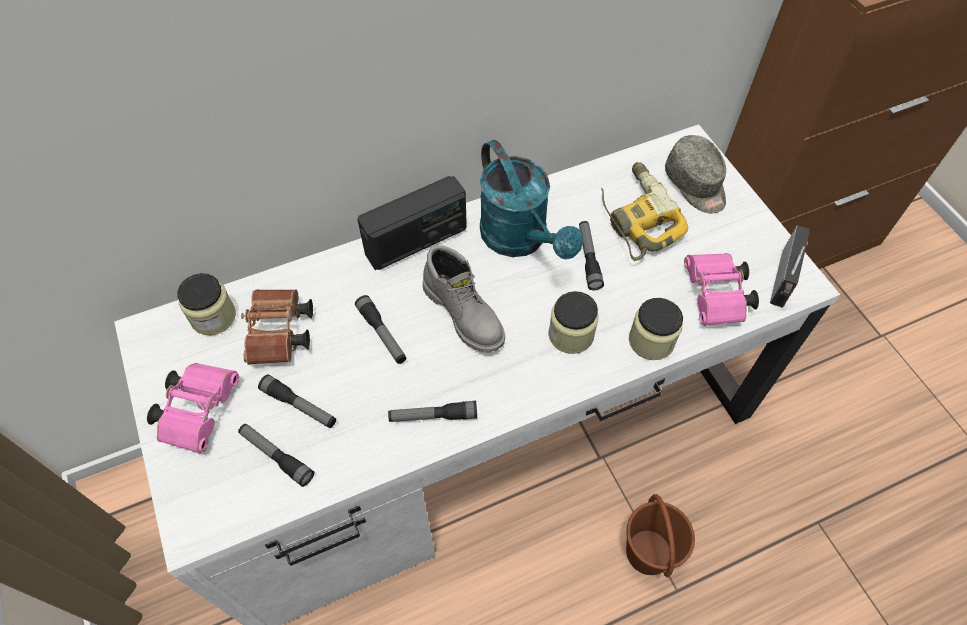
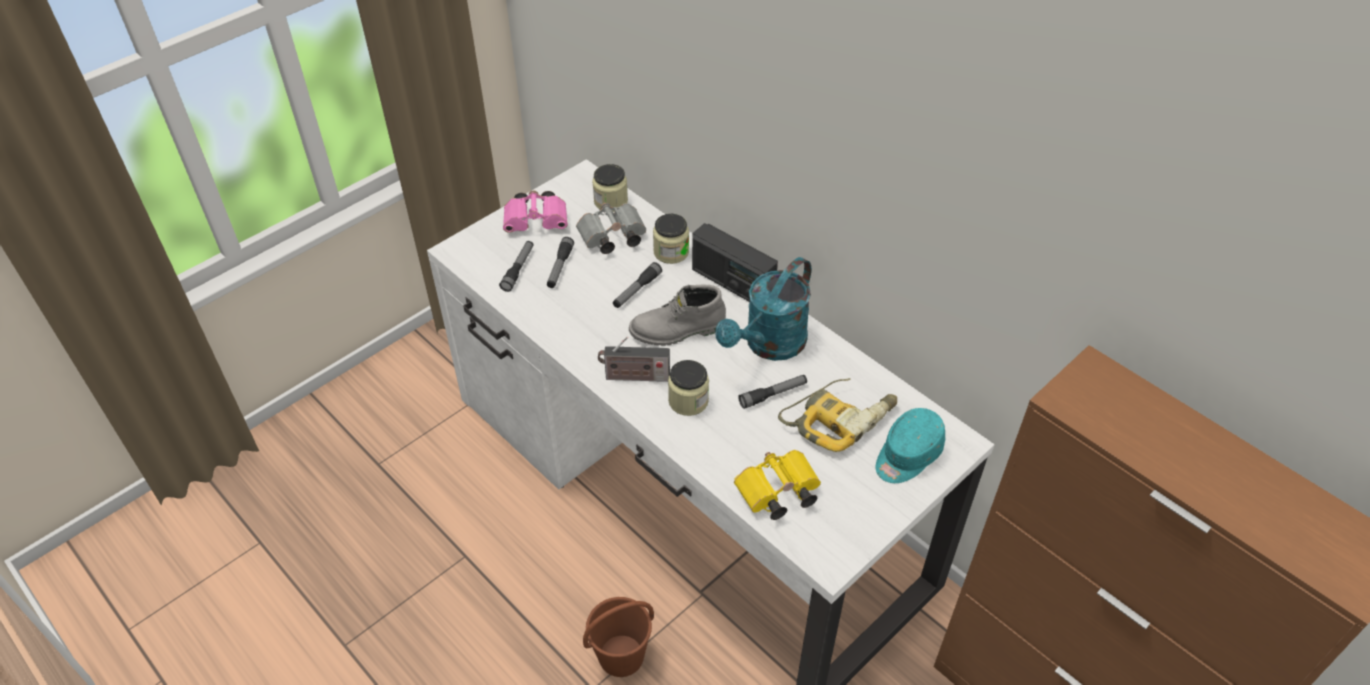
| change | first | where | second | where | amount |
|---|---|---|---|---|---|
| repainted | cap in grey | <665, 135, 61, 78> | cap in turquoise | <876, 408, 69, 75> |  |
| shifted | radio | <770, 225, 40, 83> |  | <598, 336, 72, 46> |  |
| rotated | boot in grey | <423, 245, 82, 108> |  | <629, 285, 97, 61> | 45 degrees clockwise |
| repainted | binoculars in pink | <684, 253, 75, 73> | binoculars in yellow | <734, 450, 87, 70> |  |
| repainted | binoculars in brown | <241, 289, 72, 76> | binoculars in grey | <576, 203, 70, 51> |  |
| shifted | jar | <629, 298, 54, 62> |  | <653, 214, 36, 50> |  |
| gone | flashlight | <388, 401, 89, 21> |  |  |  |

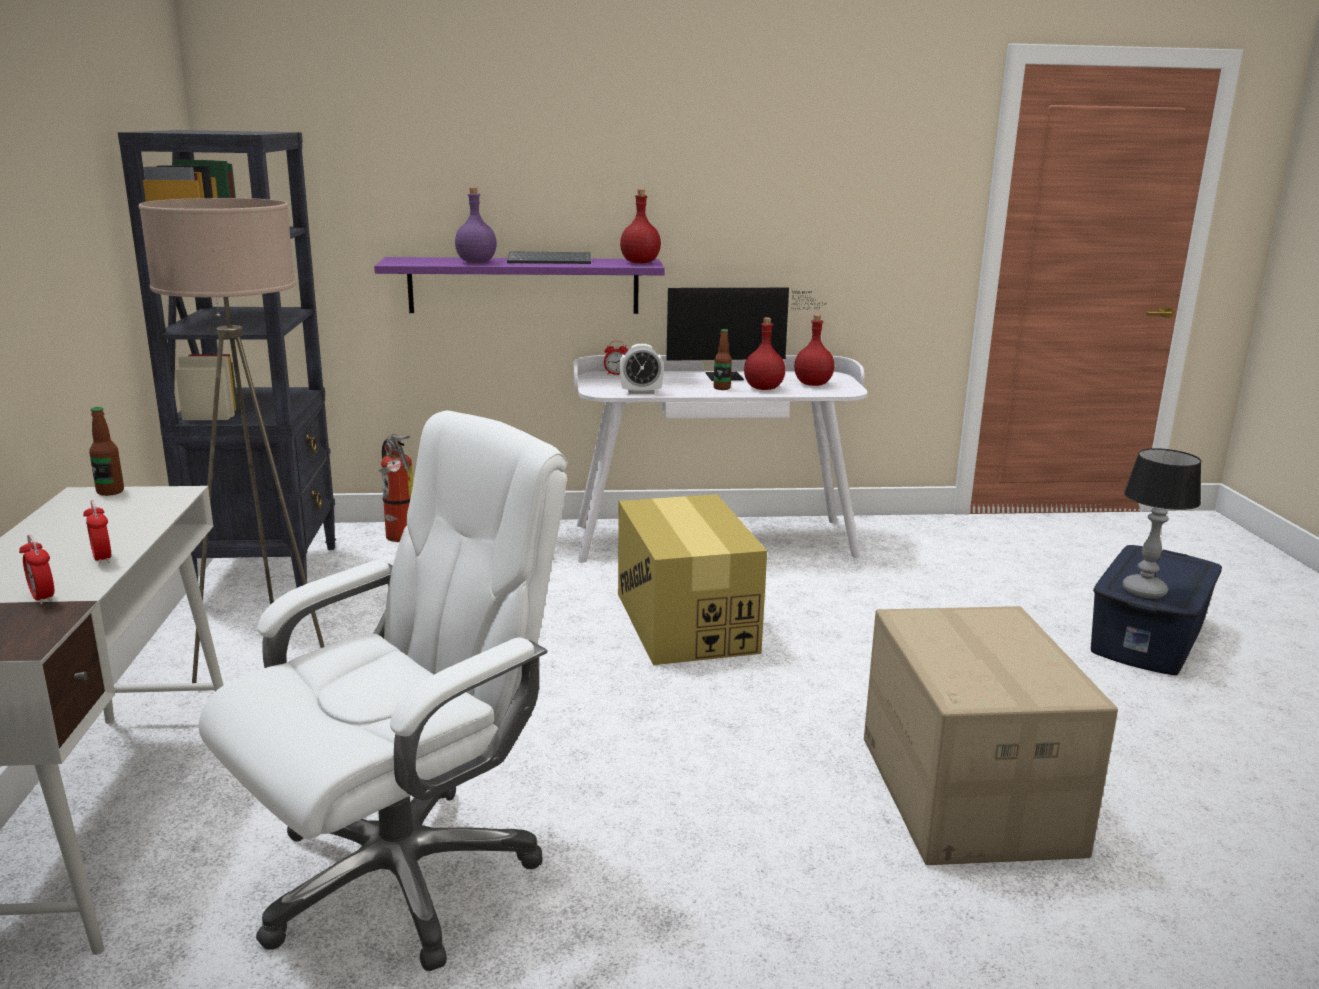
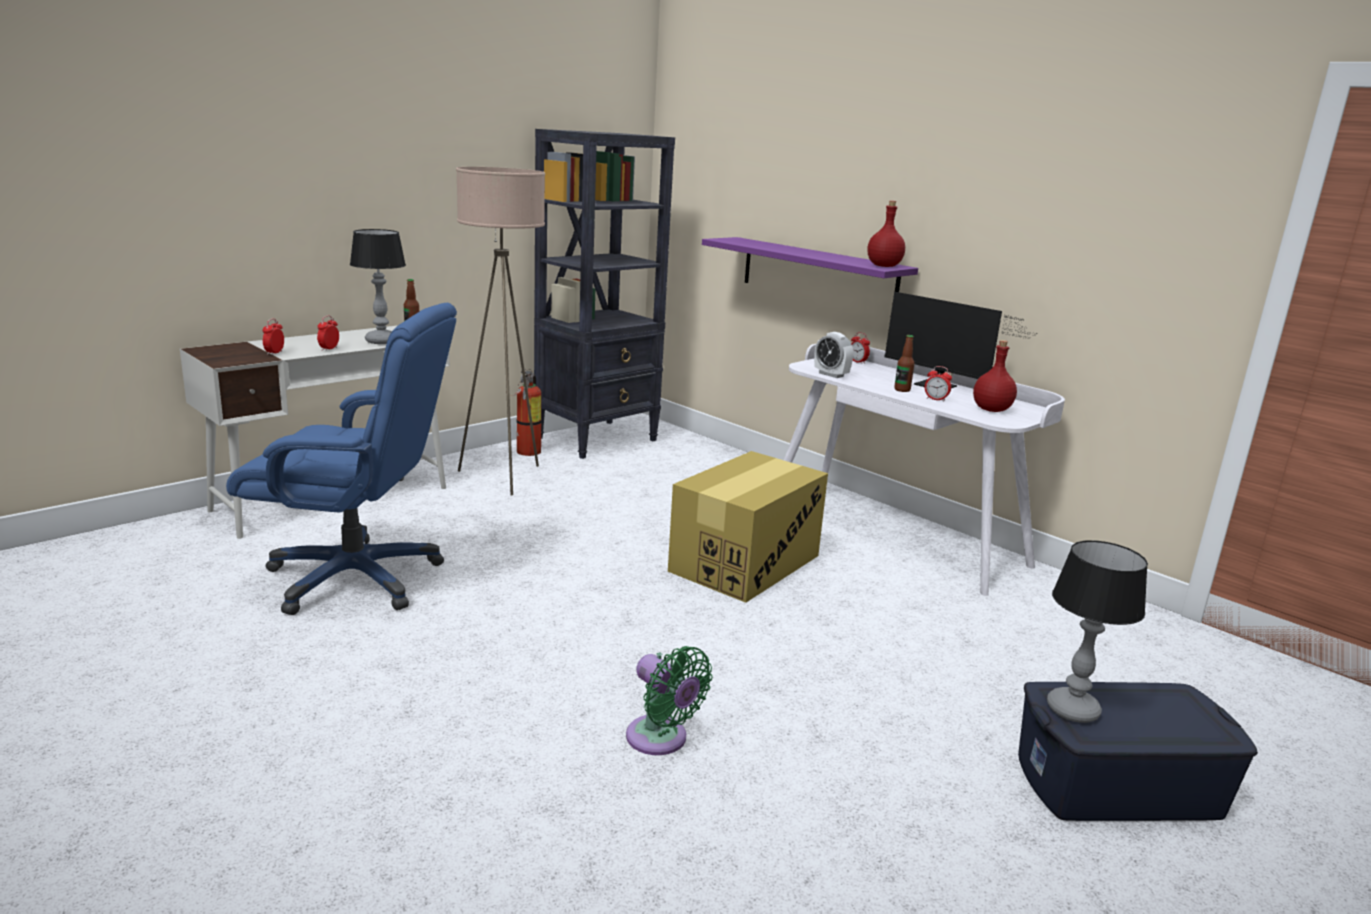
| change | first | where | second | where | amount |
|---|---|---|---|---|---|
| gone | bottle in purple | <455, 188, 42, 75> |  |  |  |
| gone | keyboard | <507, 251, 84, 13> |  |  |  |
| swapped | bottle in red | <744, 317, 41, 73> | alarm clock | <925, 366, 27, 36> |  |
| repainted | office chair in white | <198, 410, 369, 562> | office chair in blue | <226, 303, 231, 312> |  |
| shifted | fire extinguisher | <379, 434, 34, 108> |  | <506, 369, 36, 87> |  |
| swapped | cardboard box | <864, 606, 254, 259> | fan in green | <626, 646, 87, 109> |  |
| new |  |  | table lamp | <350, 229, 56, 115> |  |

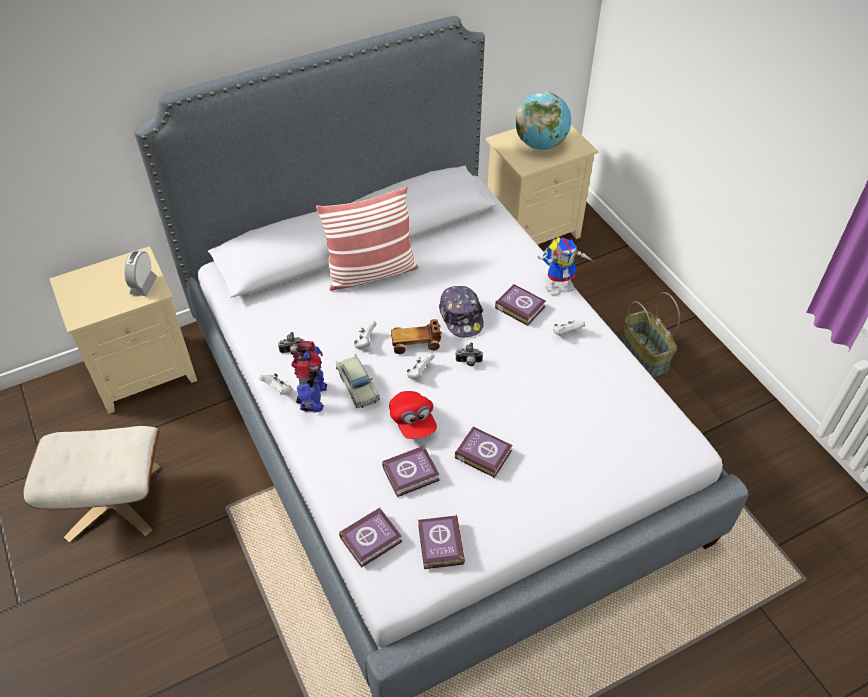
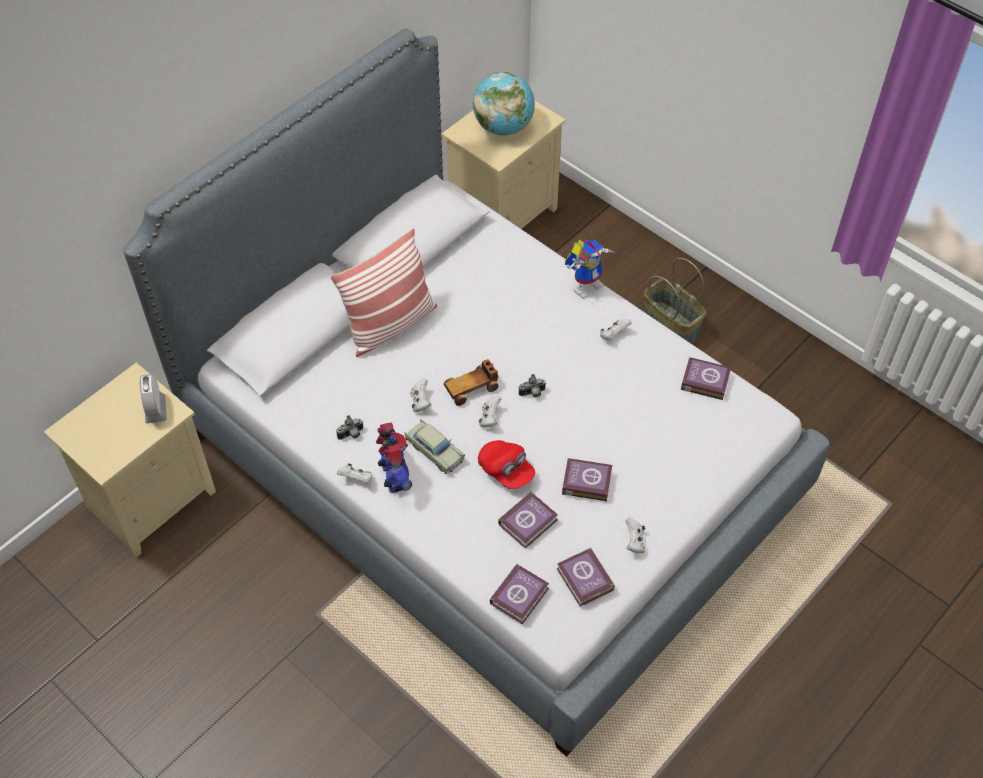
| change | first | where | second | where | amount |
|---|---|---|---|---|---|
| shifted | book | <495, 284, 51, 42> |  | <681, 357, 50, 43> |  |
| gone | cap | <439, 286, 45, 51> |  |  |  |
| gone | ottoman in beige | <23, 426, 138, 117> |  |  |  |
| new |  |  | game controller in white | <625, 518, 21, 35> |  |

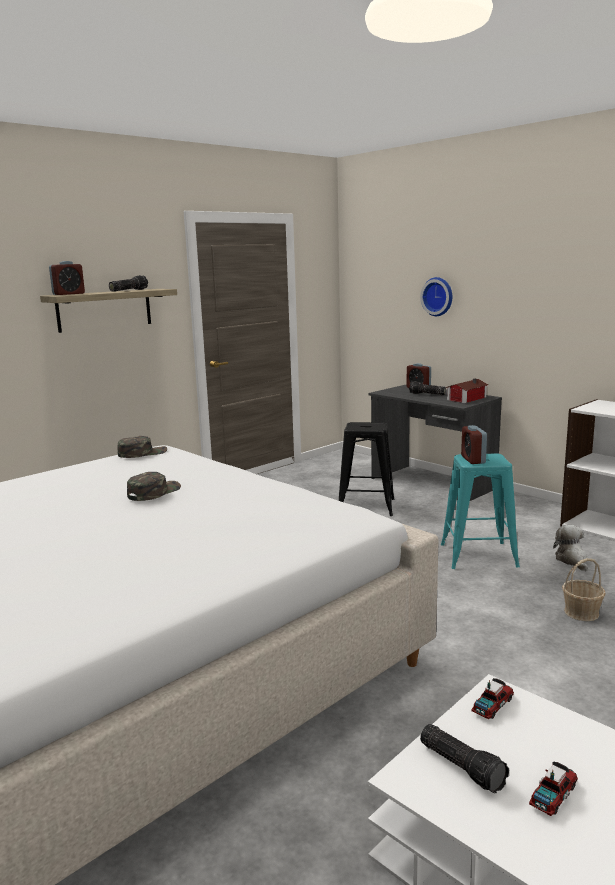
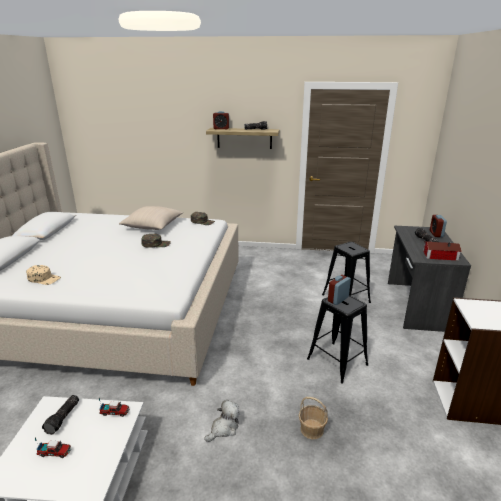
| change | first | where | second | where | amount |
|---|---|---|---|---|---|
| gone | wall clock | <420, 277, 32, 39> |  |  |  |
| repainted | stool in turquoise | <441, 453, 79, 116> | stool in black | <307, 295, 61, 88> |  |
| shifted | plush toy | <553, 525, 35, 46> |  | <204, 400, 36, 42> |  |
| new |  |  | pillow in beige | <119, 206, 64, 24> |  |
| new |  |  | cap in beige | <26, 265, 35, 20> |  |

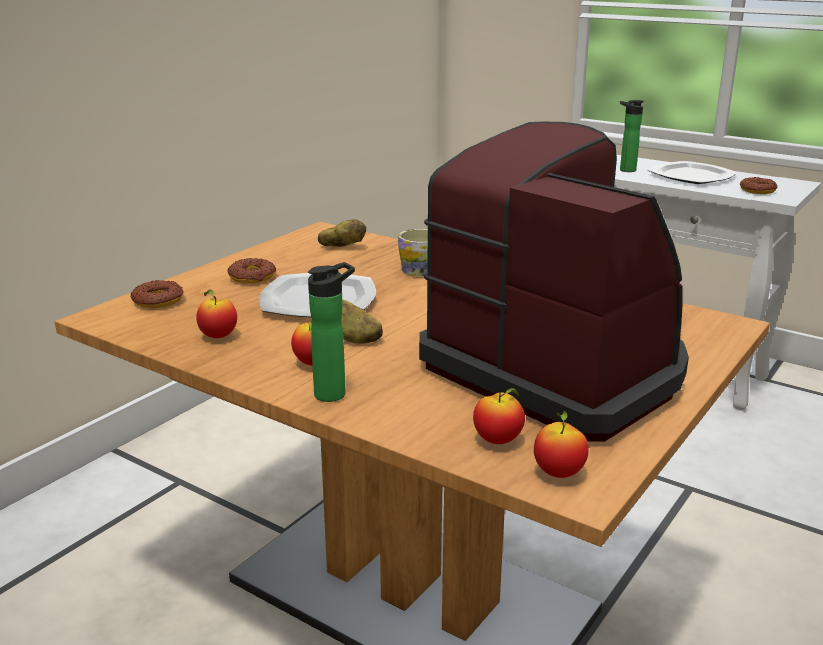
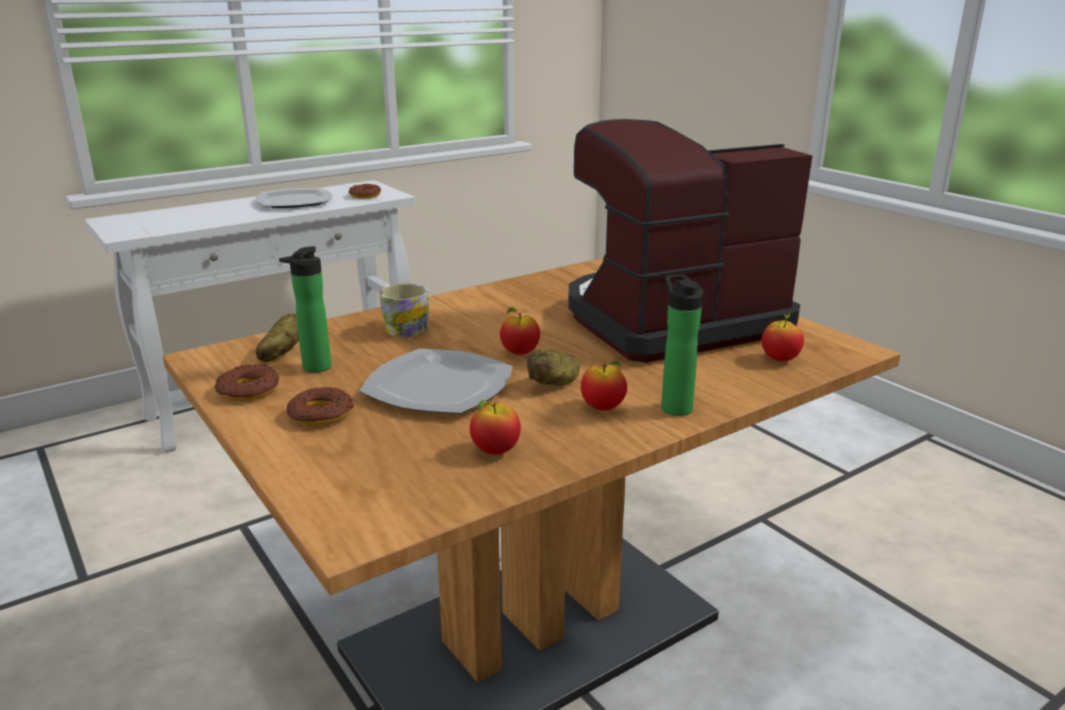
| change | first | where | second | where | amount |
|---|---|---|---|---|---|
| shifted | bottle | <620, 100, 24, 72> |  | <279, 246, 52, 127> |  |
| shifted | donut | <130, 280, 53, 28> |  | <215, 365, 64, 36> |  |
| shifted | apple | <534, 411, 55, 67> |  | <500, 307, 40, 48> |  |

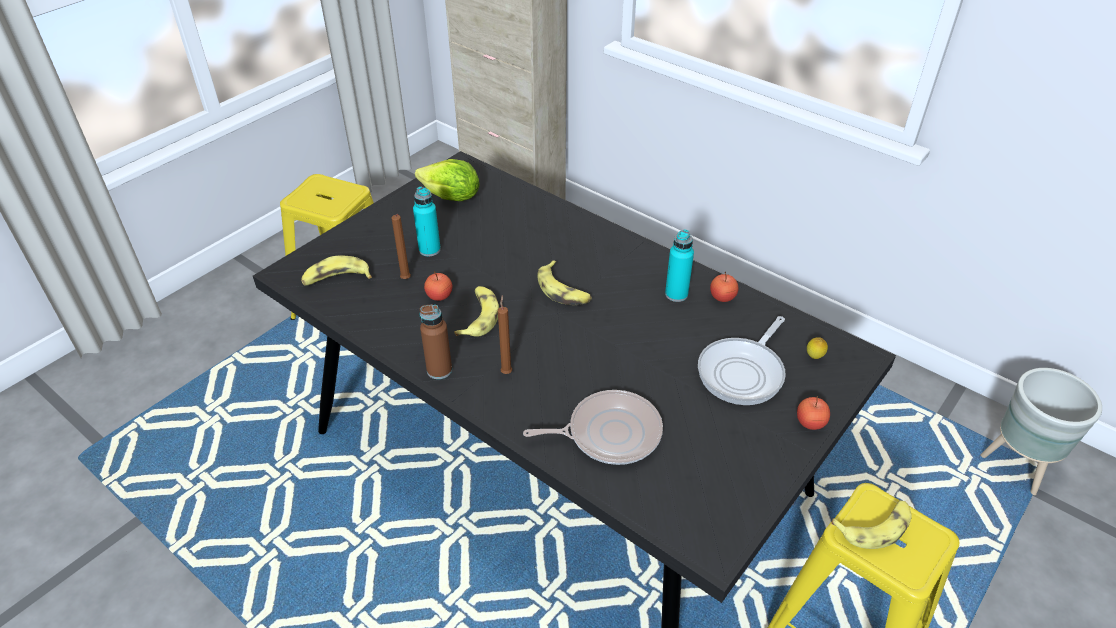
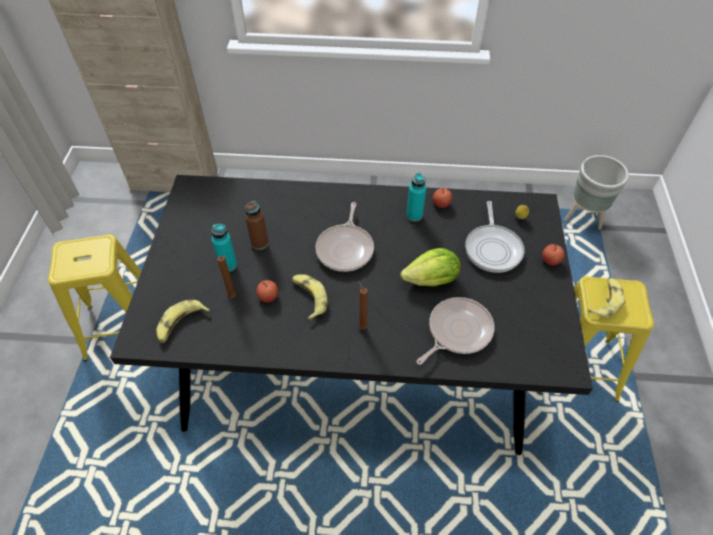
| change | first | where | second | where | amount |
|---|---|---|---|---|---|
| shifted | lettuce | <415, 159, 65, 42> |  | <400, 248, 61, 38> |  |
| swapped | banana | <537, 260, 55, 45> | frying pan | <315, 202, 59, 70> |  |
| shifted | bottle in brown | <420, 304, 32, 75> |  | <245, 201, 24, 49> |  |

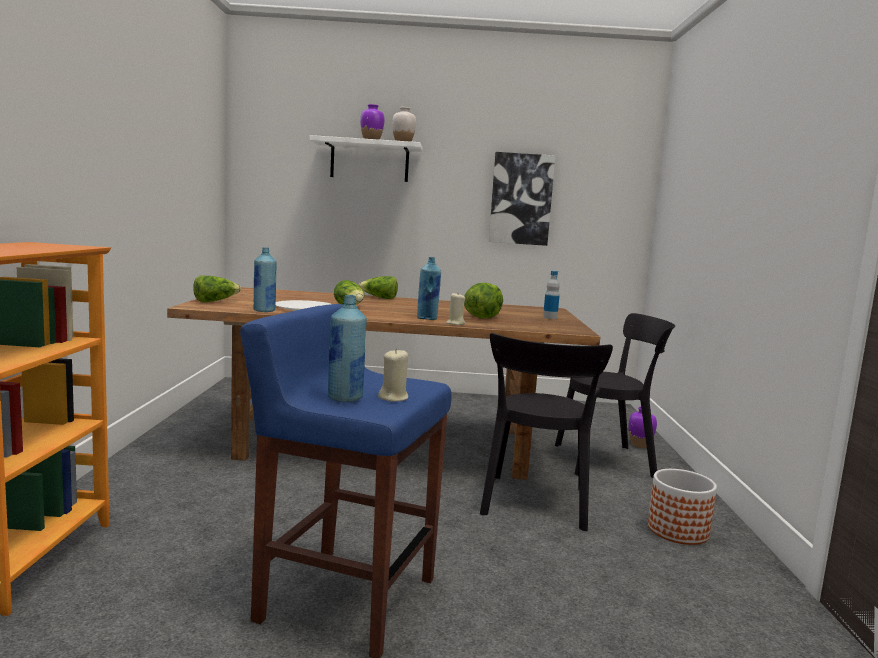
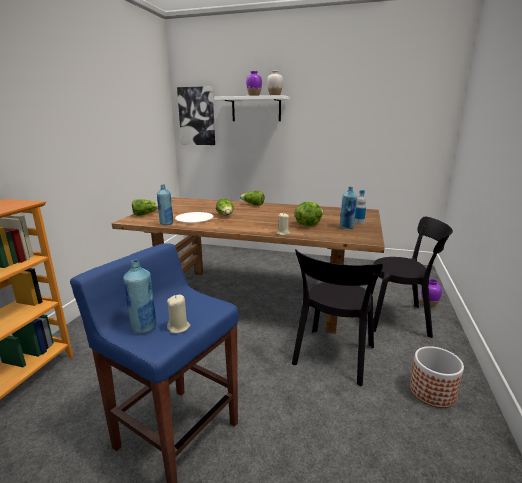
| change | first | where | second | where | amount |
|---|---|---|---|---|---|
| shifted | picture | <489, 152, 66, 94> |  | <177, 86, 38, 59> |  |
| shifted | bottle in blue | <417, 257, 24, 63> |  | <340, 187, 17, 42> |  |

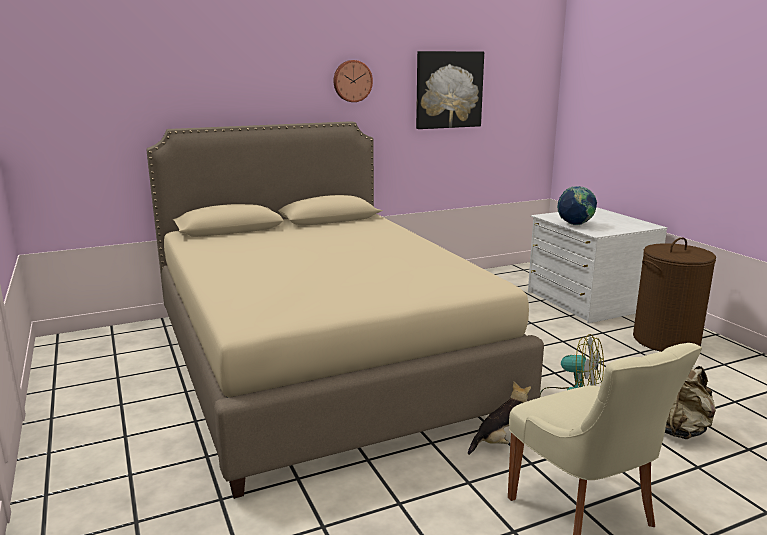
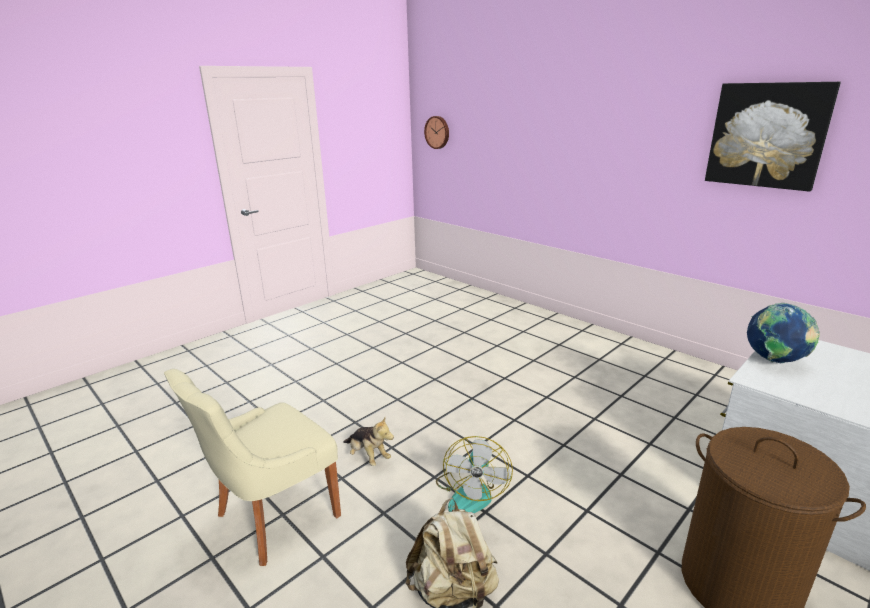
| change | first | where | second | where | amount |
|---|---|---|---|---|---|
| shifted | wall clock | <334, 60, 39, 42> |  | <424, 116, 25, 33> |  |
| gone | bed in beige | <146, 121, 398, 378> |  |  |  |

